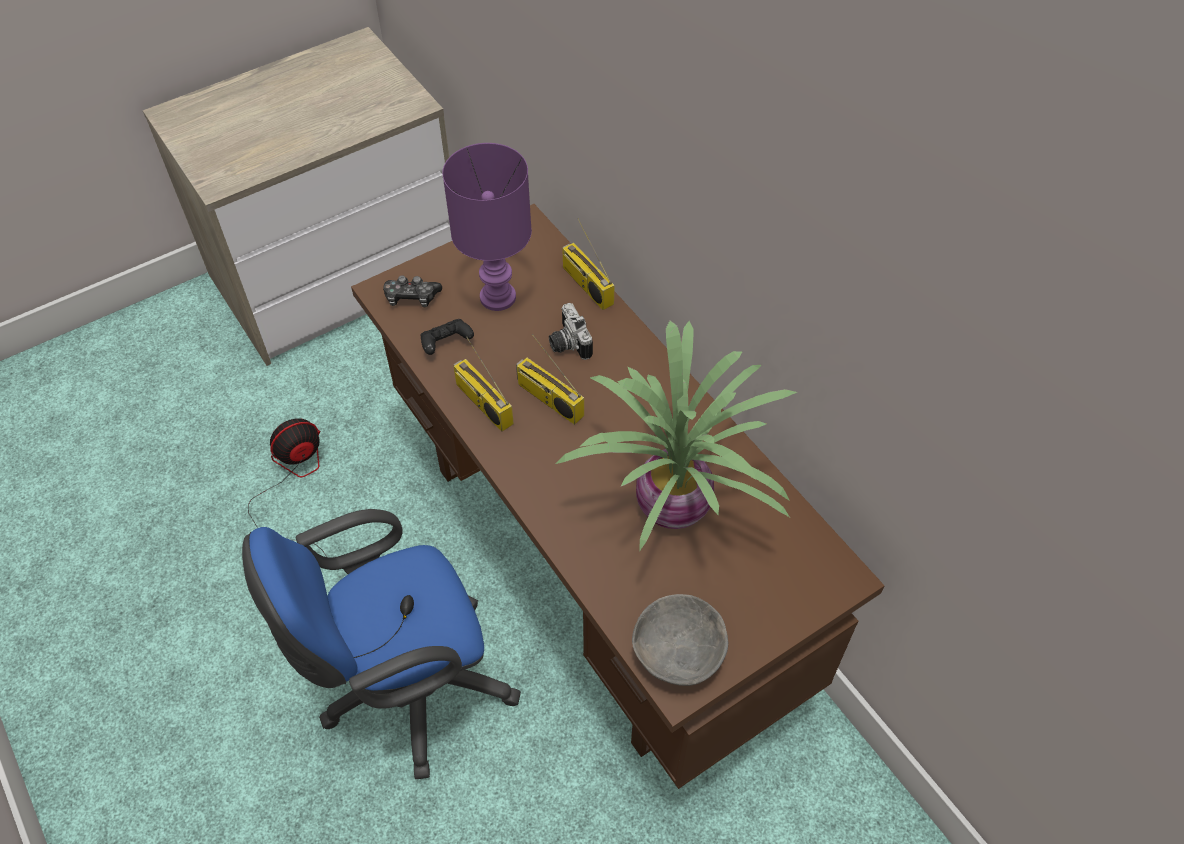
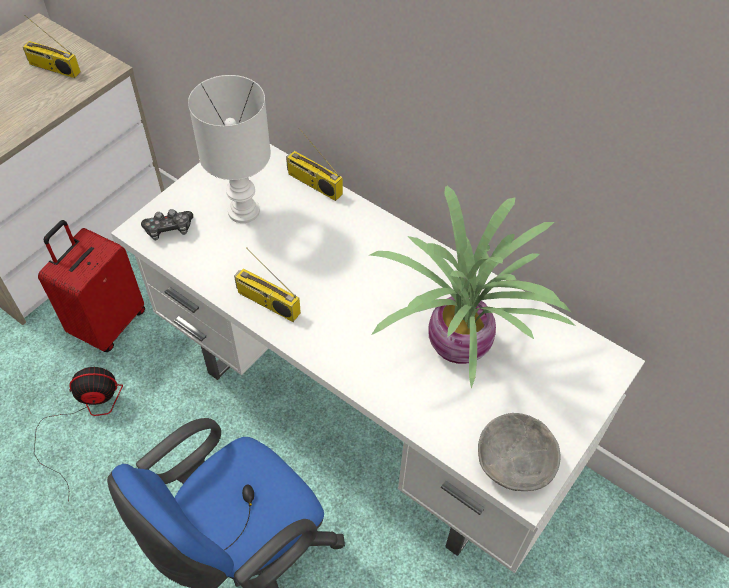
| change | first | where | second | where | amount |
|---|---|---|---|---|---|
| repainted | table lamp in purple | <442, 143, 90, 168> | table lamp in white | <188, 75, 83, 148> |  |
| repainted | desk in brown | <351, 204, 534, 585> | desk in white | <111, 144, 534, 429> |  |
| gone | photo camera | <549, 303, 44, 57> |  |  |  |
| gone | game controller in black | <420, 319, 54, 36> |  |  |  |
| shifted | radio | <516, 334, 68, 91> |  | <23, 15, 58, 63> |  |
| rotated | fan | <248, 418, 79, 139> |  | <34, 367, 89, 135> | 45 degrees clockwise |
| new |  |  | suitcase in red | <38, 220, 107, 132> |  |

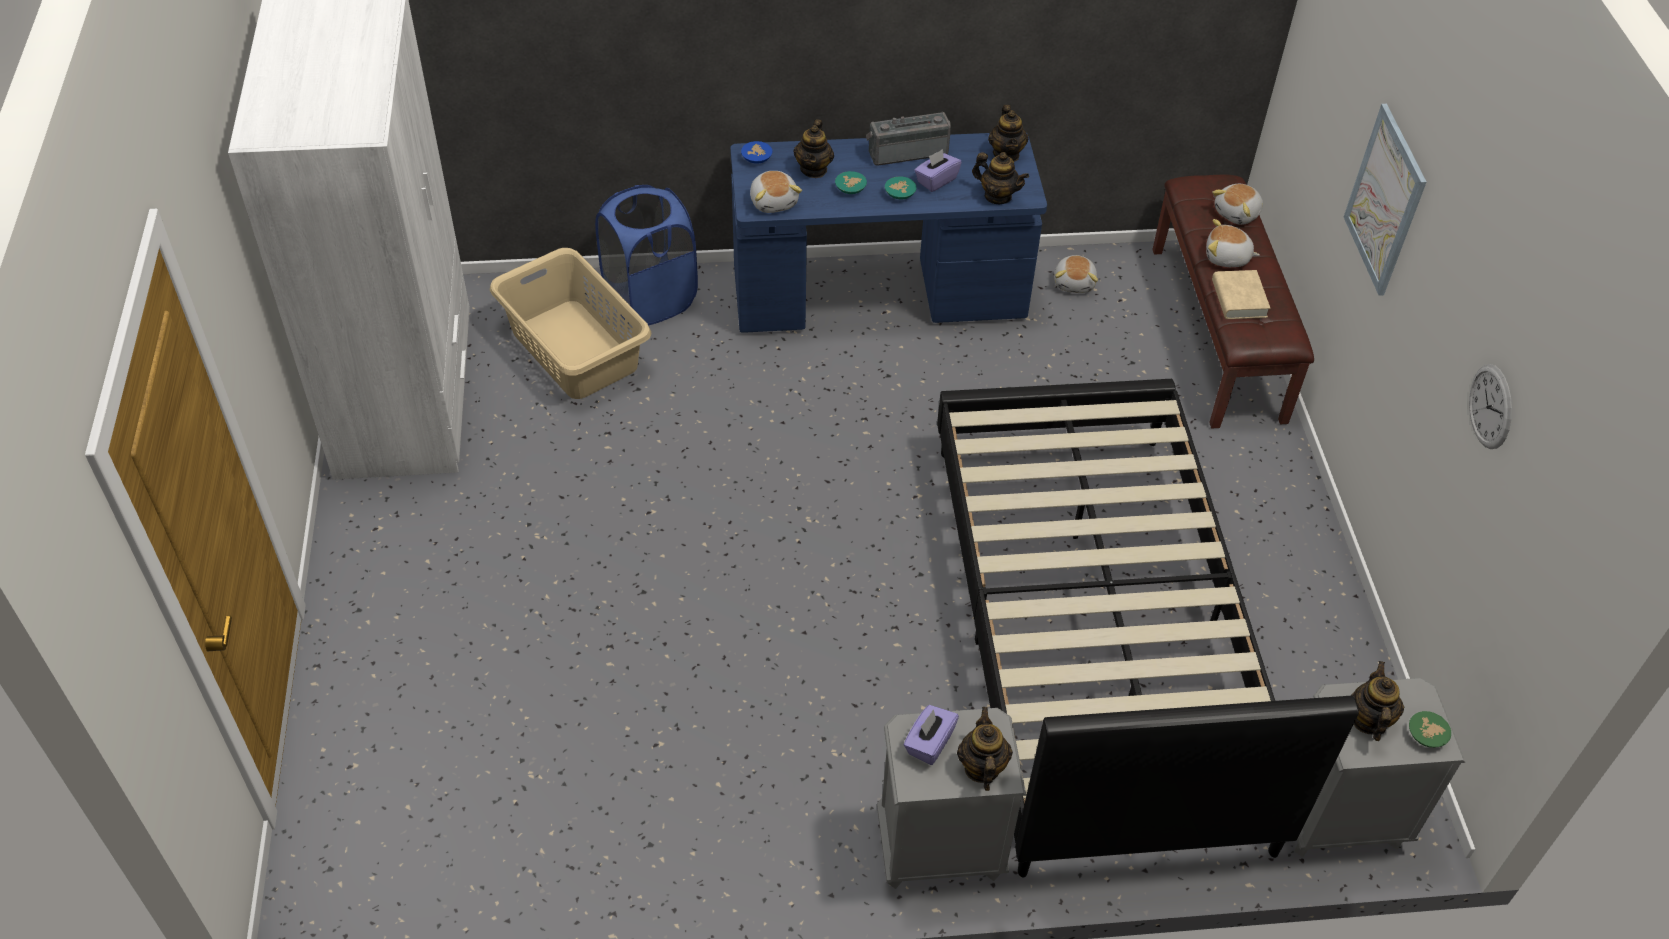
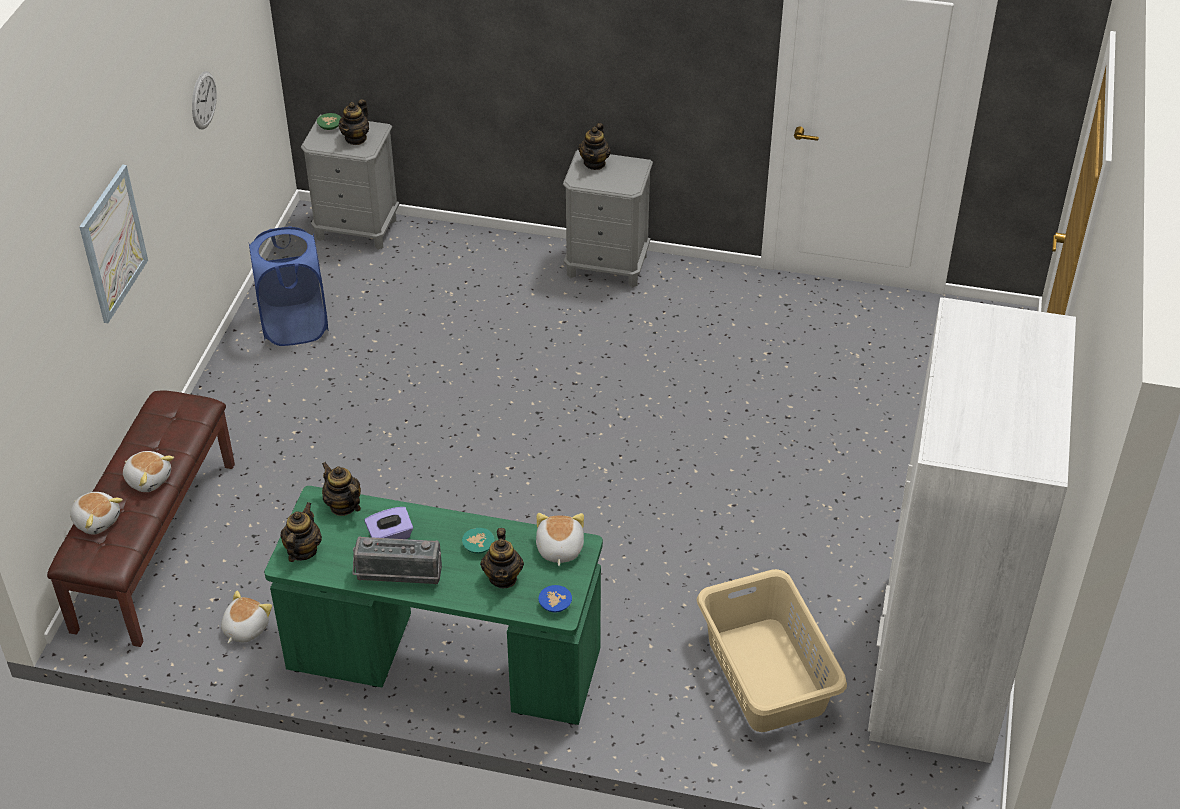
| change | first | where | second | where | amount |
|---|---|---|---|---|---|
| rotated | teapot | <793, 119, 41, 59> |  | <480, 528, 44, 60> | 150 degrees clockwise |
| repainted | desk in blue | <730, 133, 317, 200> | desk in green | <264, 486, 339, 239> |  |
| gone | bowl in turquoise | <885, 176, 32, 24> |  |  |  |
| rotated | plush toy | <1212, 184, 51, 41> |  | <70, 492, 53, 42> | 60 degrees clockwise |
| shifted | laundry basket in blue | <595, 185, 103, 140> |  | <249, 226, 79, 120> |  |
| gone | book in beige | <1212, 270, 58, 49> |  |  |  |
| gone | bed in black | <937, 379, 422, 499> |  |  |  |
| gone | tissue box in purple | <904, 705, 55, 60> |  |  |  |

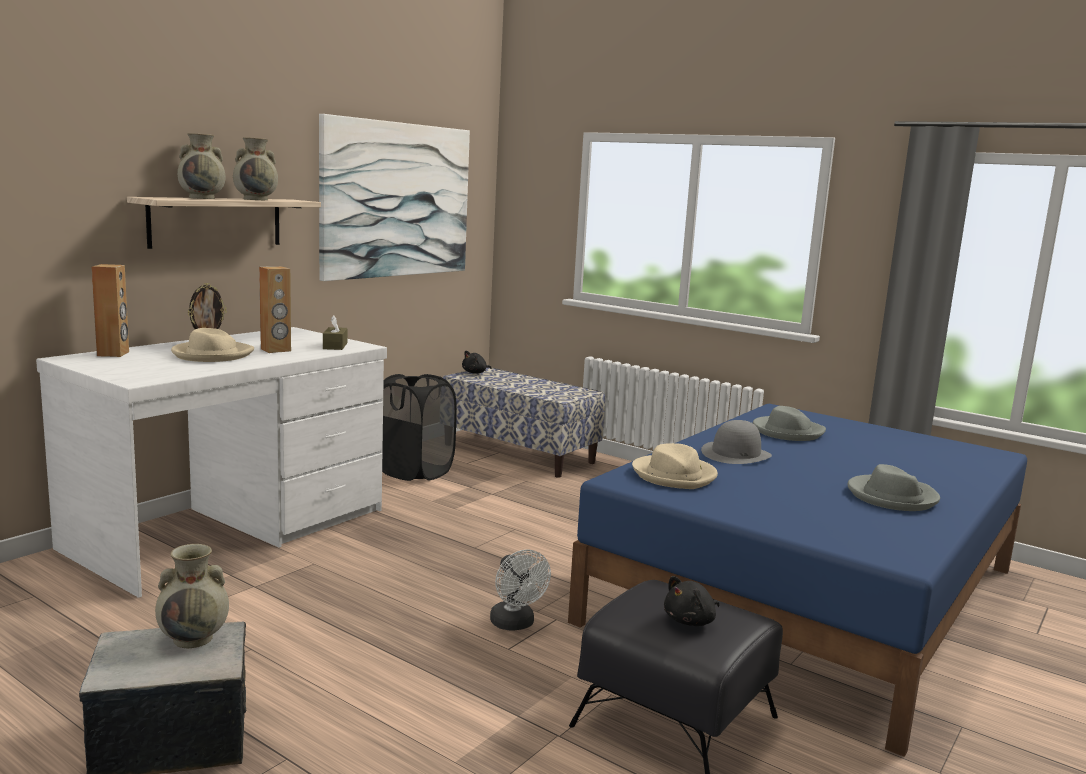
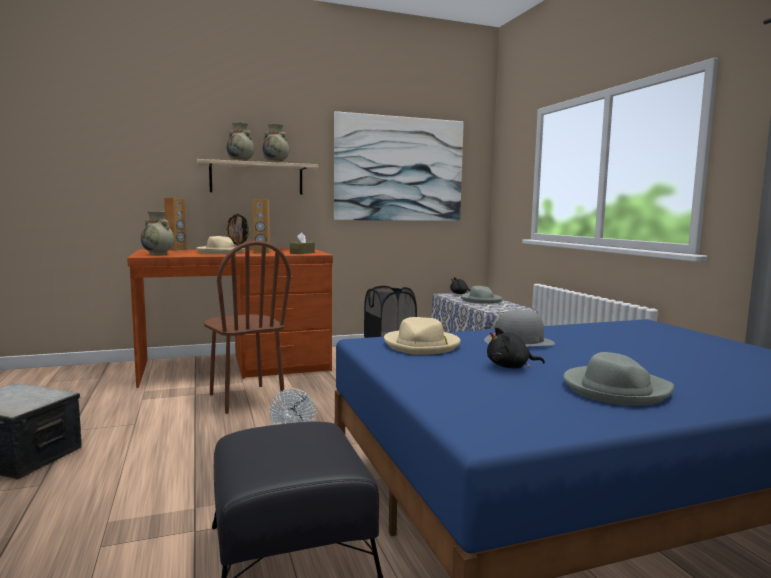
| change | first | where | second | where | amount |
|---|---|---|---|---|---|
| repainted | desk in white | <36, 327, 351, 271> | desk in brown | <127, 248, 206, 140> |  |
| shifted | hat in grey | <753, 406, 73, 35> |  | <461, 286, 41, 18> |  |
| shifted | vase in beige | <155, 544, 74, 104> |  | <141, 211, 33, 44> |  |
| shifted | plush toy in black | <664, 576, 56, 50> |  | <487, 327, 58, 41> |  |
| new |  |  | chair in brown | <204, 241, 87, 173> |  |

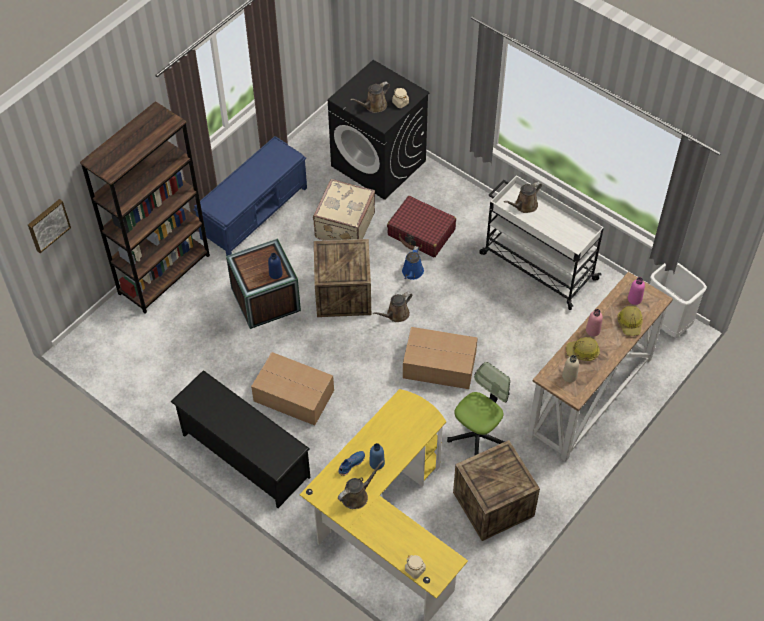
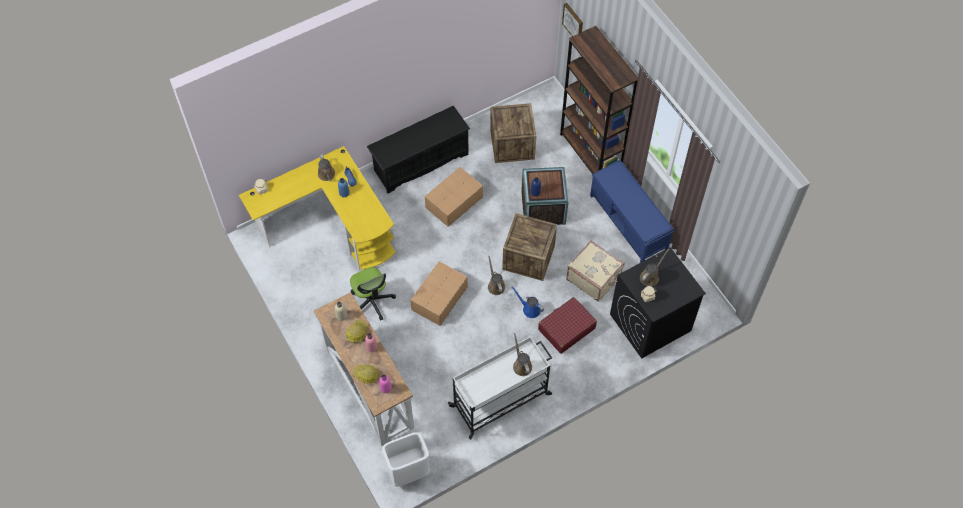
| change | first | where | second | where | amount |
|---|---|---|---|---|---|
| rotated | watering can in brown | <350, 82, 40, 31> |  | <640, 249, 30, 37> | 60 degrees clockwise |
| shifted | crate | <453, 440, 87, 101> |  | <490, 103, 46, 60> |  |

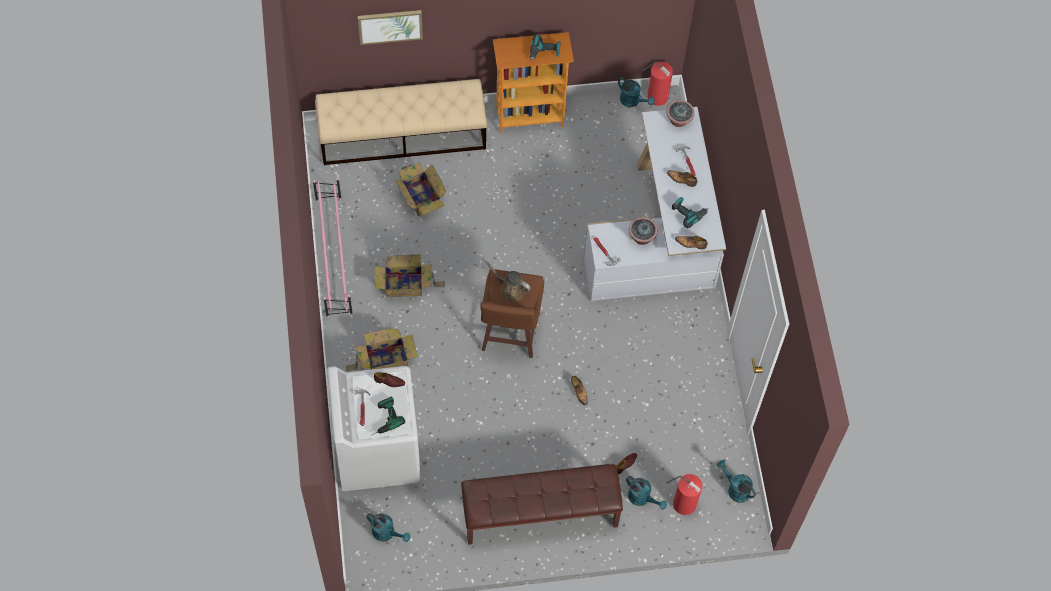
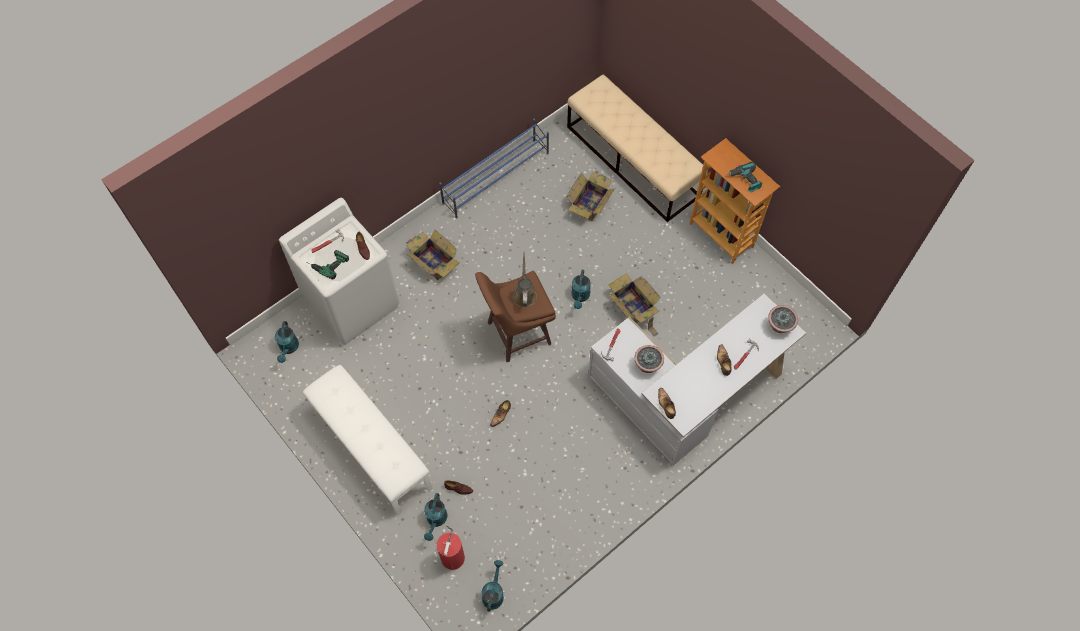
| change | first | where | second | where | amount |
|---|---|---|---|---|---|
| gone | picture | <358, 10, 65, 35> |  |  |  |
| gone | fire extinguisher | <642, 62, 31, 44> |  |  |  |
| shifted | watering can in turquoise | <618, 77, 37, 30> |  | <571, 270, 20, 39> |  |
| repainted | shoe rack in pink | <313, 178, 40, 140> | shoe rack in blue | <439, 119, 110, 99> |  |
| gone | power drill | <672, 197, 36, 31> |  |  |  |
| shifted | cardboard box | <375, 255, 70, 42> |  | <609, 273, 52, 63> |  |
| repainted | bench in brown | <461, 464, 162, 81> | bench in white | <302, 365, 131, 150> |  |

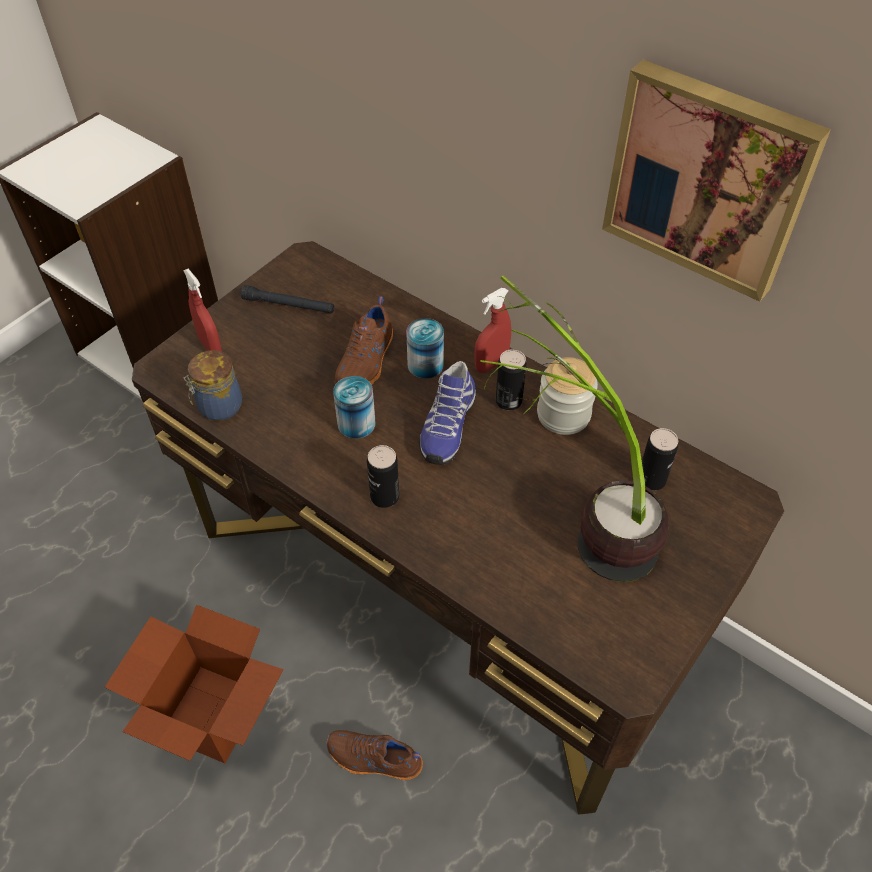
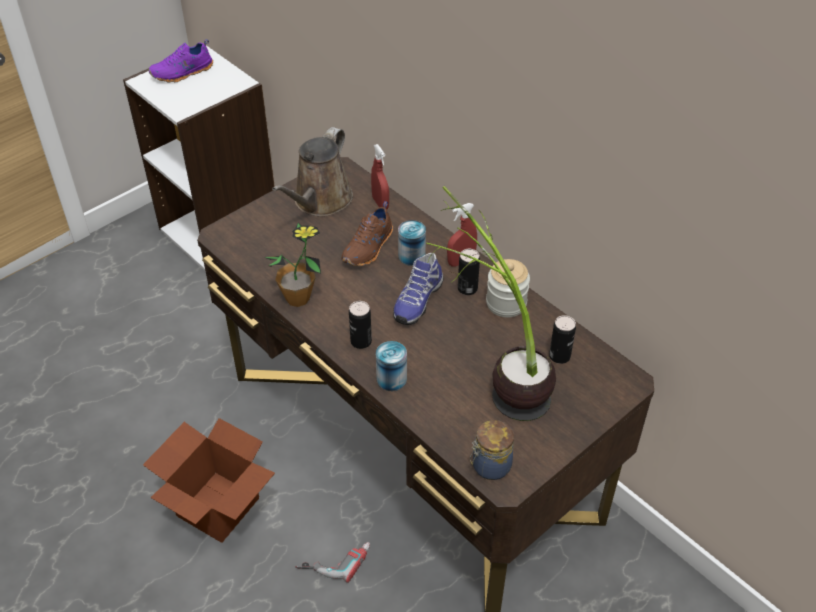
| change | first | where | second | where | amount |
|---|---|---|---|---|---|
| gone | picture | <602, 60, 229, 242> |  |  |  |
| shifted | spray bottle in red | <183, 269, 39, 83> |  | <371, 144, 18, 65> |  |
| swapped | flashlight in black | <241, 285, 93, 28> | watering can in brown | <272, 127, 81, 90> |  |
| shifted | jar | <183, 350, 59, 71> |  | <470, 420, 44, 60> |  |
| shifted | can | <333, 376, 42, 63> |  | <376, 341, 31, 50> |  |
| swapped | shoe in brown | <327, 730, 96, 50> | power drill | <295, 542, 75, 41> |  |
| new |  |  | shoe in purple | <149, 39, 64, 43> |  |
| new |  |  | potted plant | <265, 223, 56, 84> |  |

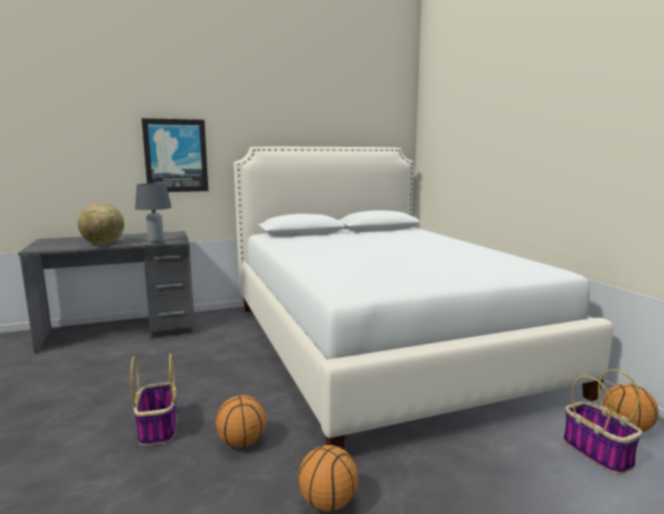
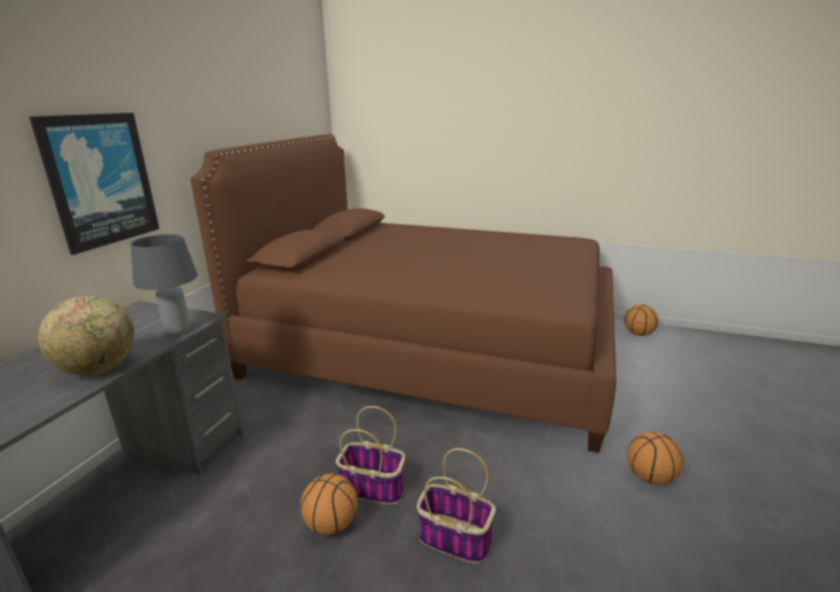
| change | first | where | second | where | amount |
|---|---|---|---|---|---|
| repainted | bed in white | <234, 147, 379, 302> | bed in brown | <191, 134, 425, 319> |  |
| shifted | basket | <563, 369, 79, 106> |  | <336, 406, 69, 99> |  |
| shifted | basketball | <216, 395, 50, 53> |  | <300, 474, 58, 61> |  |

